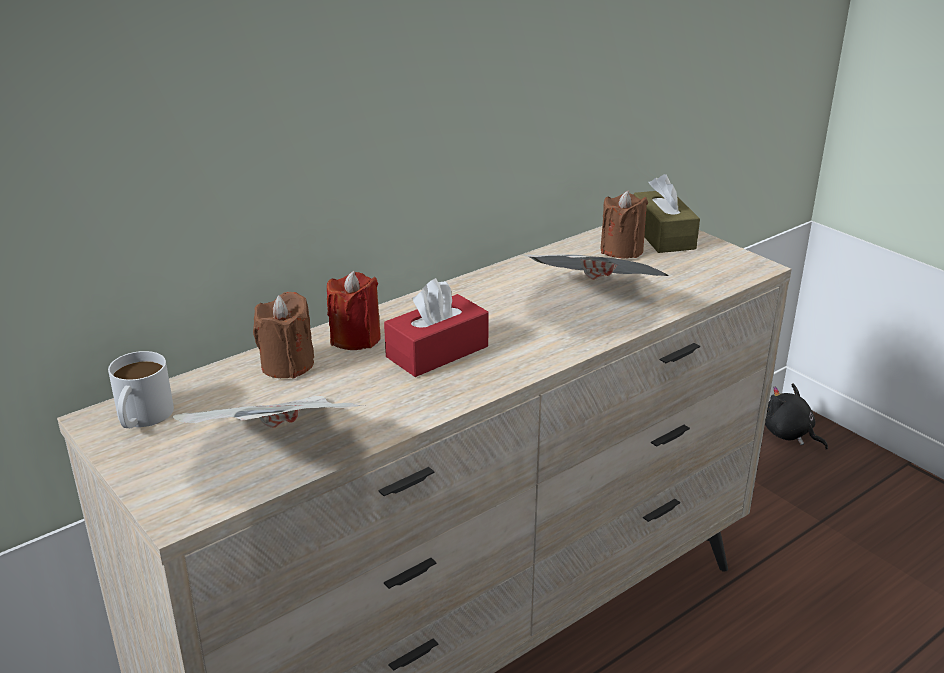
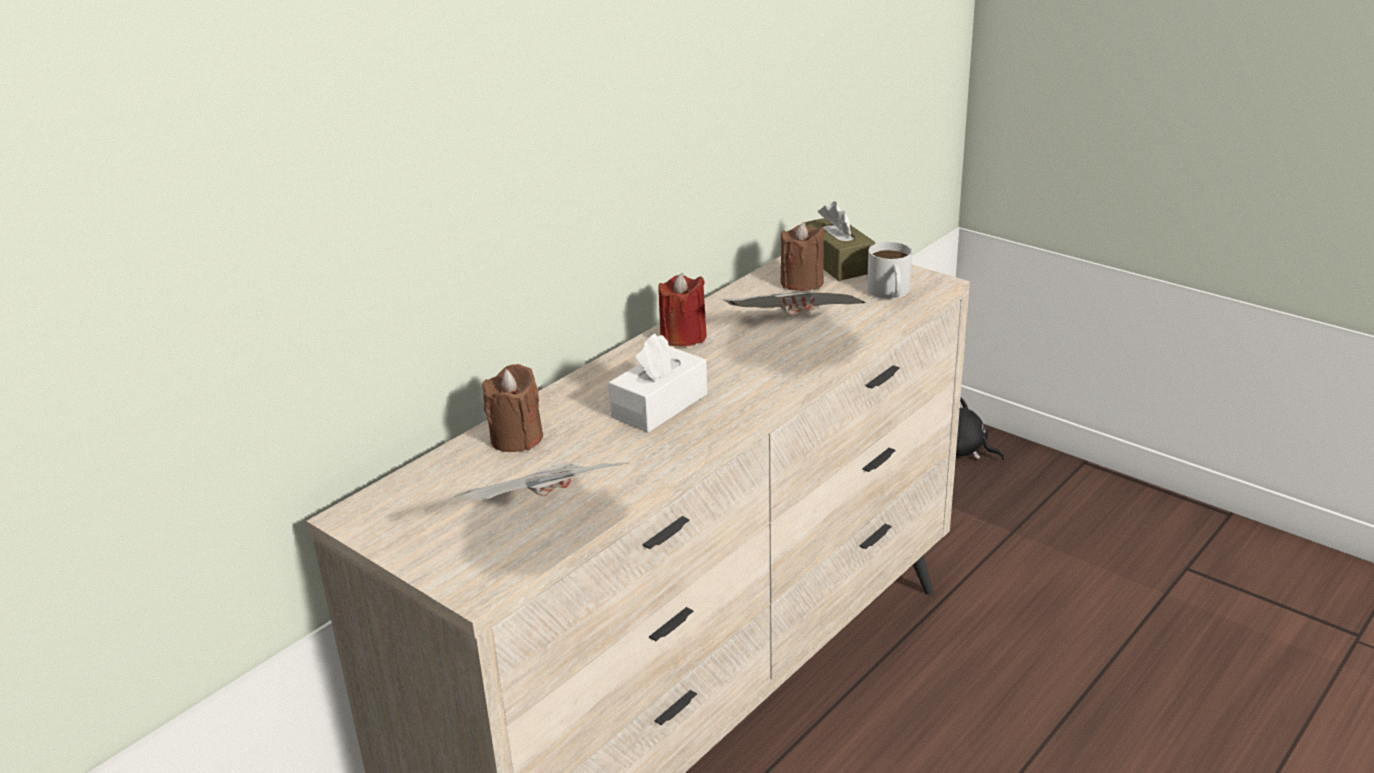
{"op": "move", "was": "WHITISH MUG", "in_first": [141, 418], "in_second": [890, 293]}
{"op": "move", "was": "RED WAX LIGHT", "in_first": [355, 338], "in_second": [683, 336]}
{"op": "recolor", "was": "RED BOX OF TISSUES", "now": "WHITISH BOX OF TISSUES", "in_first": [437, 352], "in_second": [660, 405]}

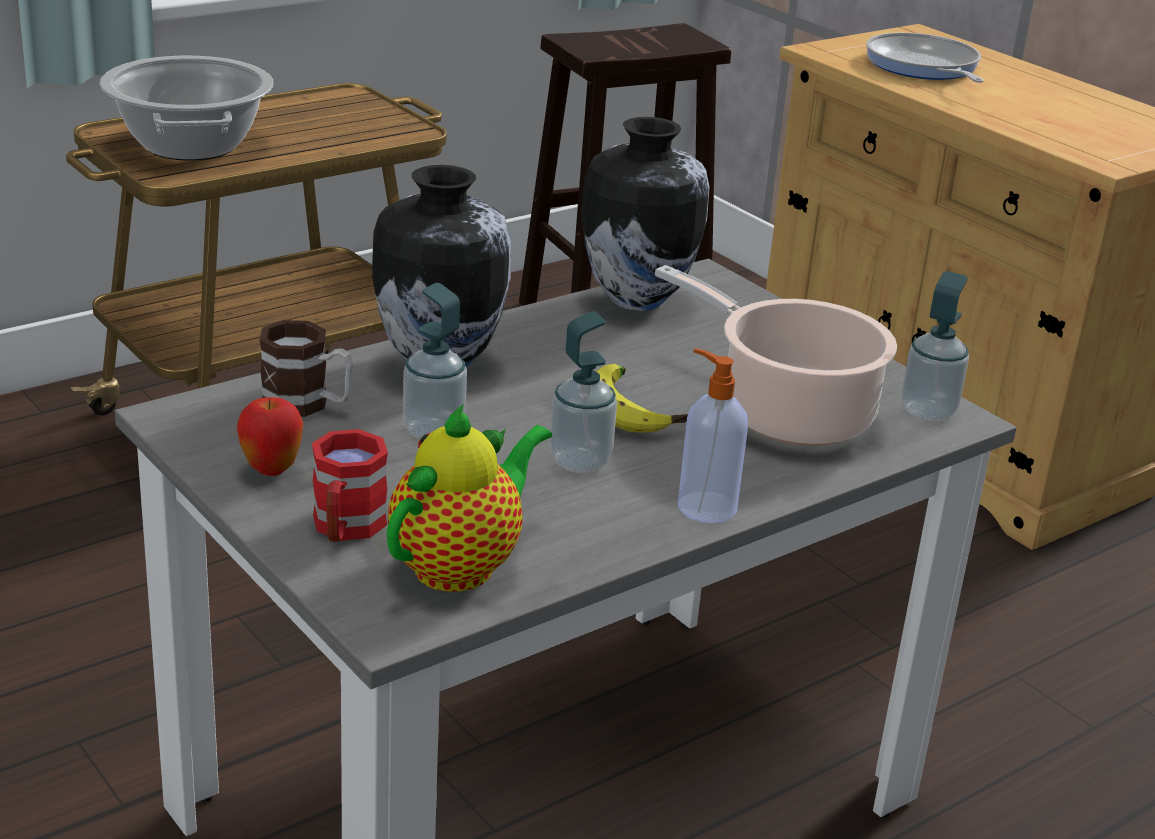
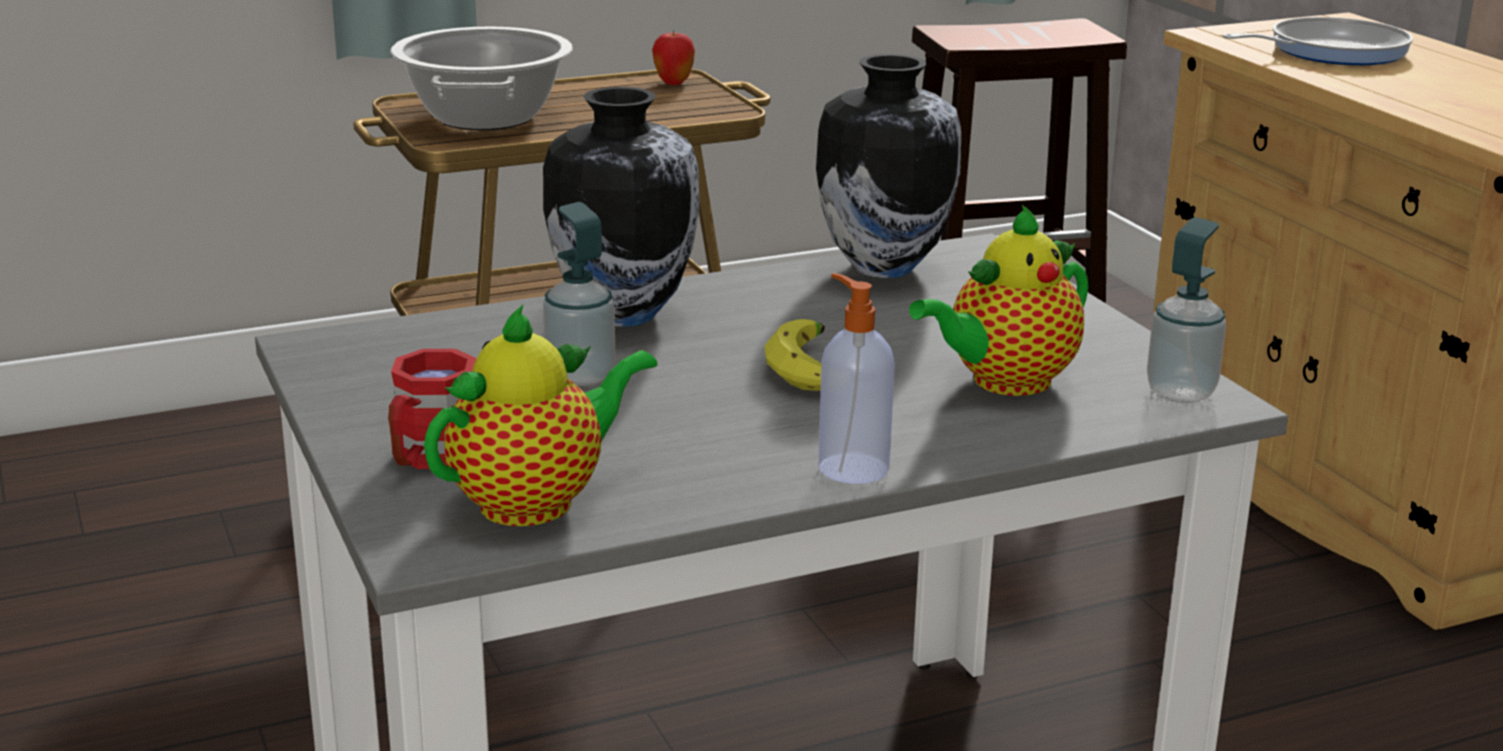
{"op": "delete", "was": "MUG", "in_first": [308, 404]}
{"op": "delete", "was": "SOAP DISPENSER", "in_first": [580, 462]}
{"op": "move", "was": "APPLE FRUIT", "in_first": [271, 469], "in_second": [673, 83]}
{"op": "replace", "was": "STOCKPOT", "now": "TEA POT", "in_first": [787, 411], "in_second": [1004, 382]}
{"op": "rotate", "was": "PAN", "in_first": [923, 67], "in_second": [1330, 51], "clockwise": 75}

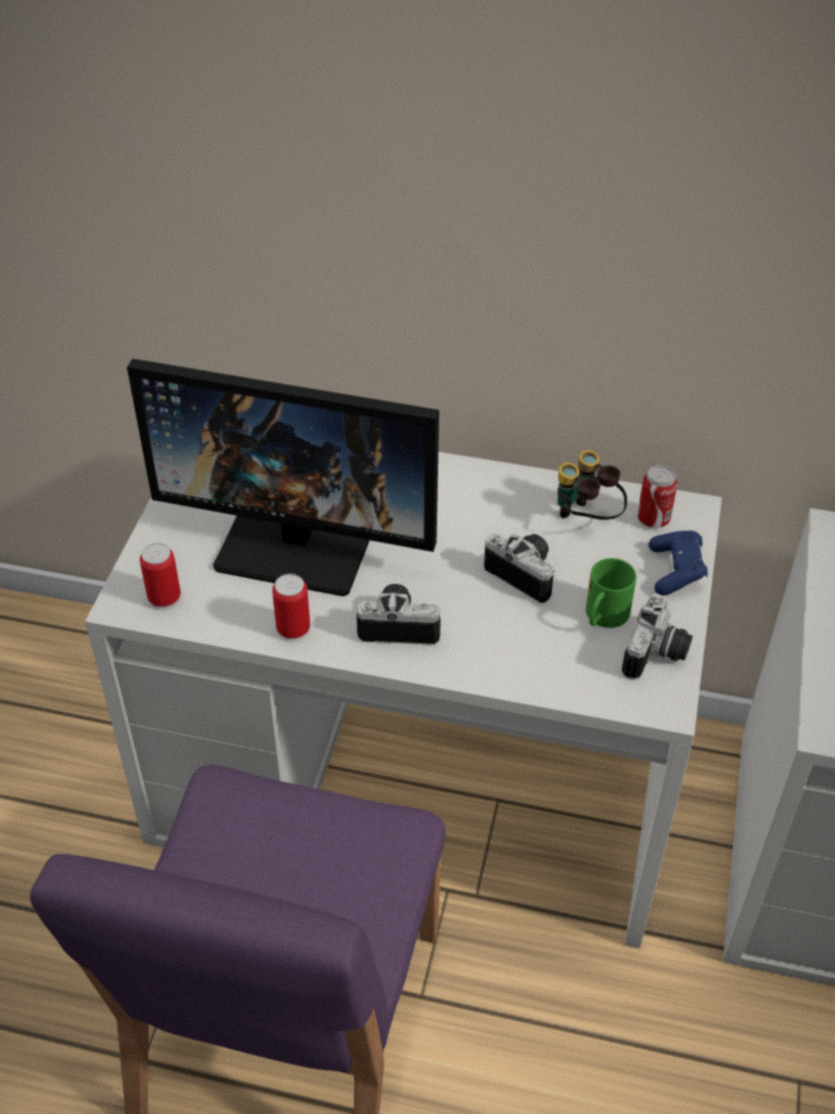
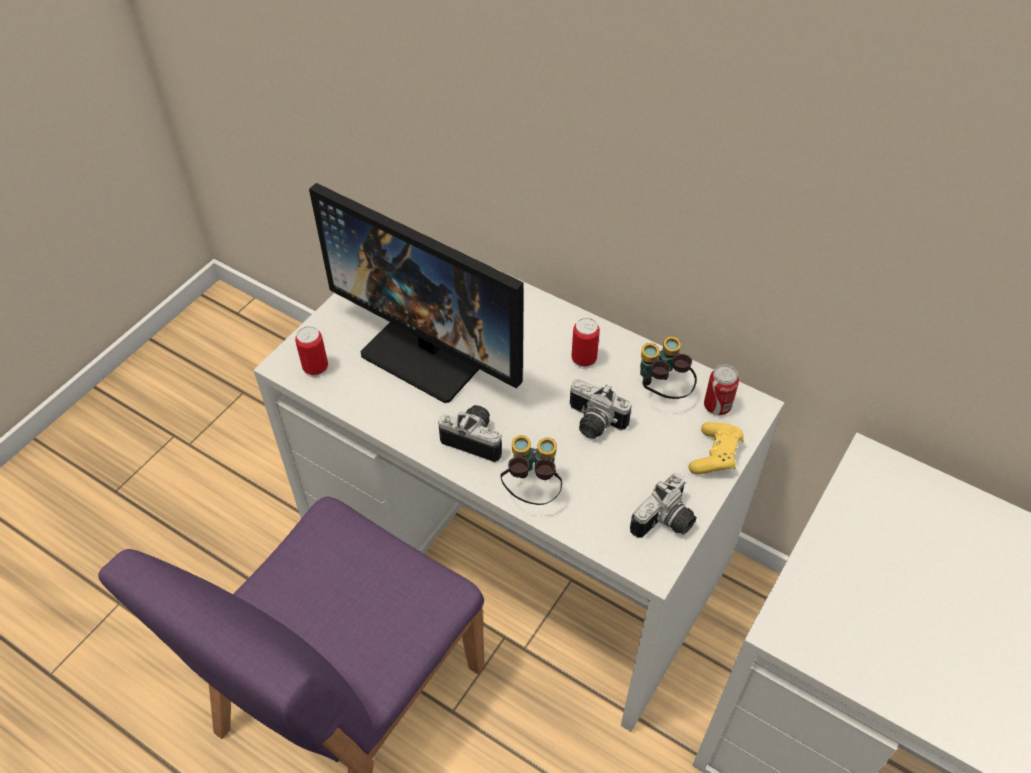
{"op": "delete", "was": "GREEN MUG", "in_first": [603, 617]}
{"op": "insert", "now": "PAIR OF BINOCULARS", "in_second": [531, 490]}
{"op": "move", "was": "CAN", "in_first": [293, 629], "in_second": [584, 359]}
{"op": "recolor", "was": "BLUE GAMEPAD", "now": "YELLOWISH GAMEPAD", "in_first": [676, 571], "in_second": [715, 456]}
{"op": "rotate", "was": "PHOTO CAMERA", "in_first": [526, 573], "in_second": [593, 423], "clockwise": 150}

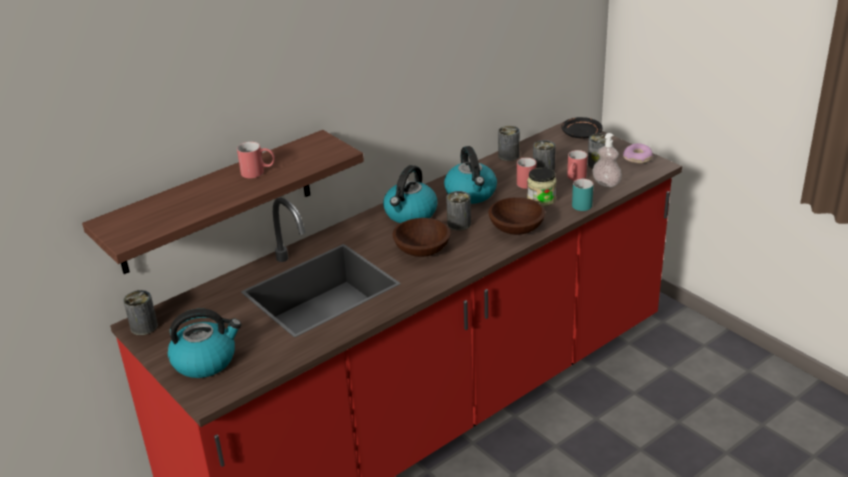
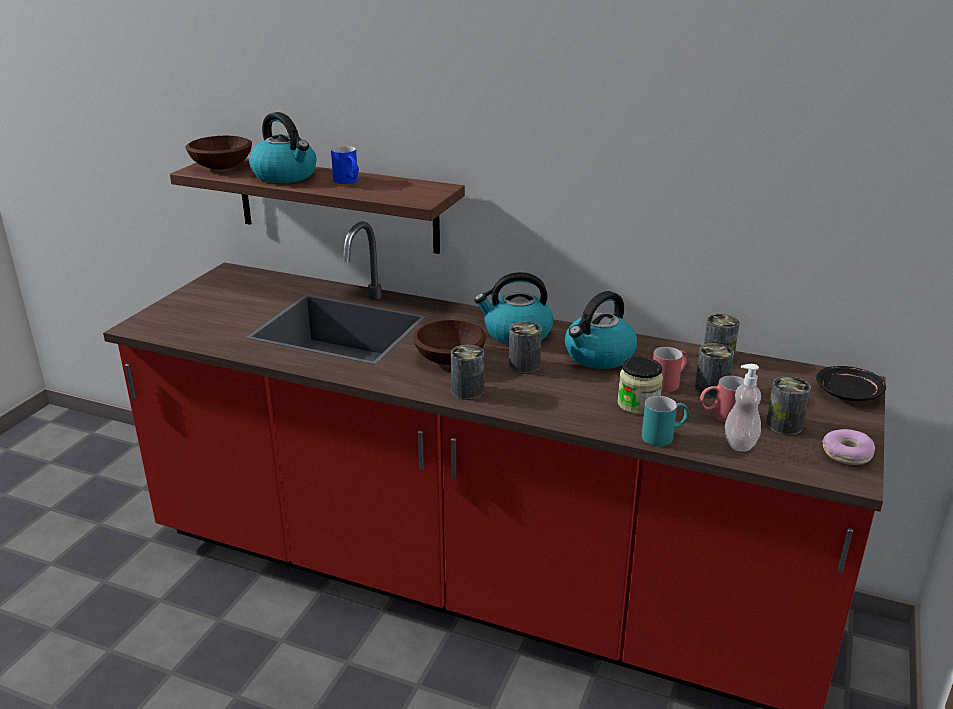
{"op": "move", "was": "CAN", "in_first": [144, 326], "in_second": [467, 391]}
{"op": "move", "was": "KETTLE", "in_first": [205, 360], "in_second": [286, 176]}
{"op": "move", "was": "BROWNISH SERVING BOWL", "in_first": [516, 228], "in_second": [223, 166]}
{"op": "recolor", "was": "RED MUG", "now": "BLUE MUG", "in_first": [258, 172], "in_second": [348, 182]}

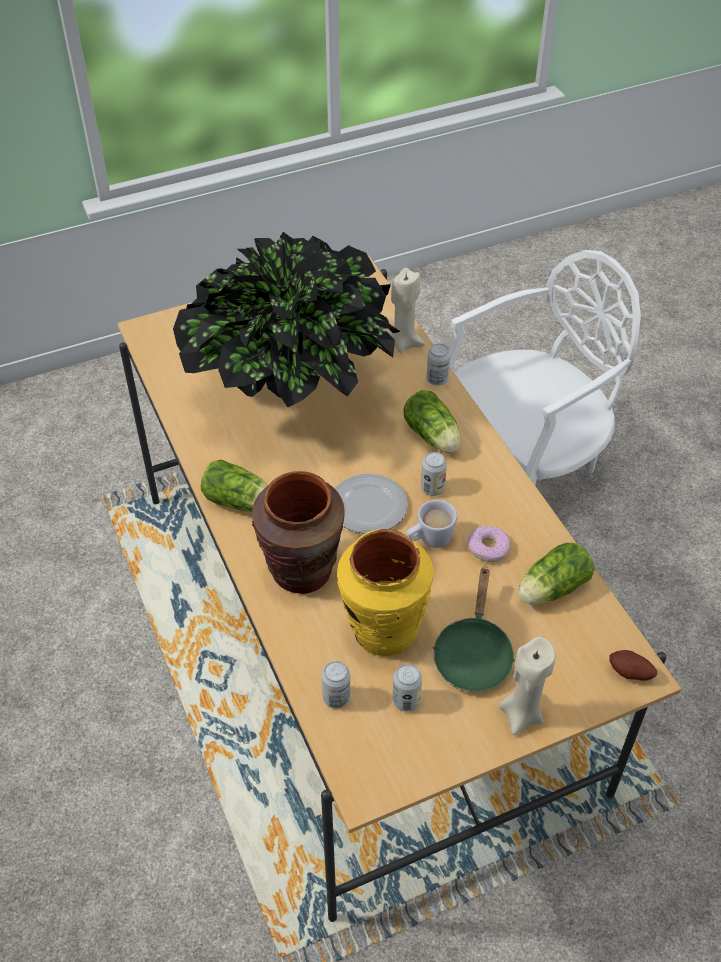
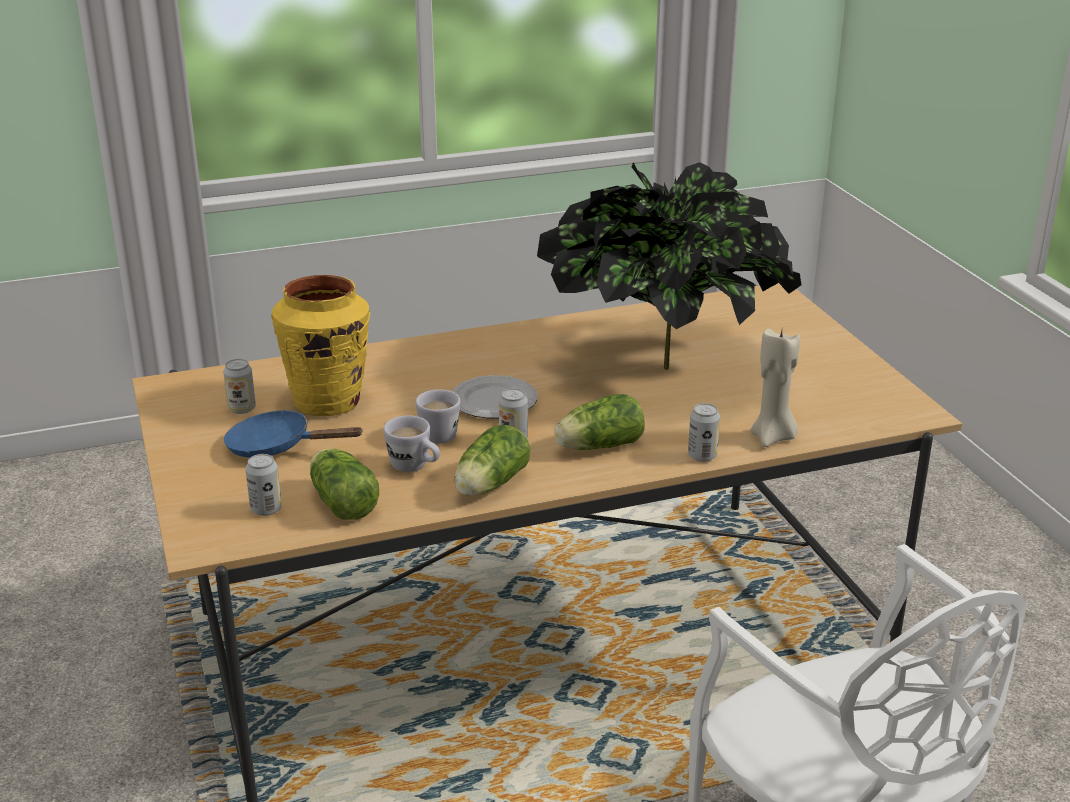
{"op": "delete", "was": "BROWNISH FLOWER VASE", "in_first": [302, 571]}
{"op": "delete", "was": "SAND-COLOURED WAX LIGHT", "in_first": [521, 713]}
{"op": "delete", "was": "POTATO", "in_first": [630, 674]}
{"op": "move", "was": "HEAD OF LETTUCE", "in_first": [240, 502], "in_second": [489, 485]}
{"op": "move", "was": "CAN", "in_first": [336, 698], "in_second": [266, 509]}
{"op": "replace", "was": "DONUT", "now": "WHITISH MUG", "in_first": [488, 548], "in_second": [415, 467]}
{"op": "recolor", "was": "GREEN PAN", "now": "BLUE PAN", "in_first": [473, 654], "in_second": [277, 447]}

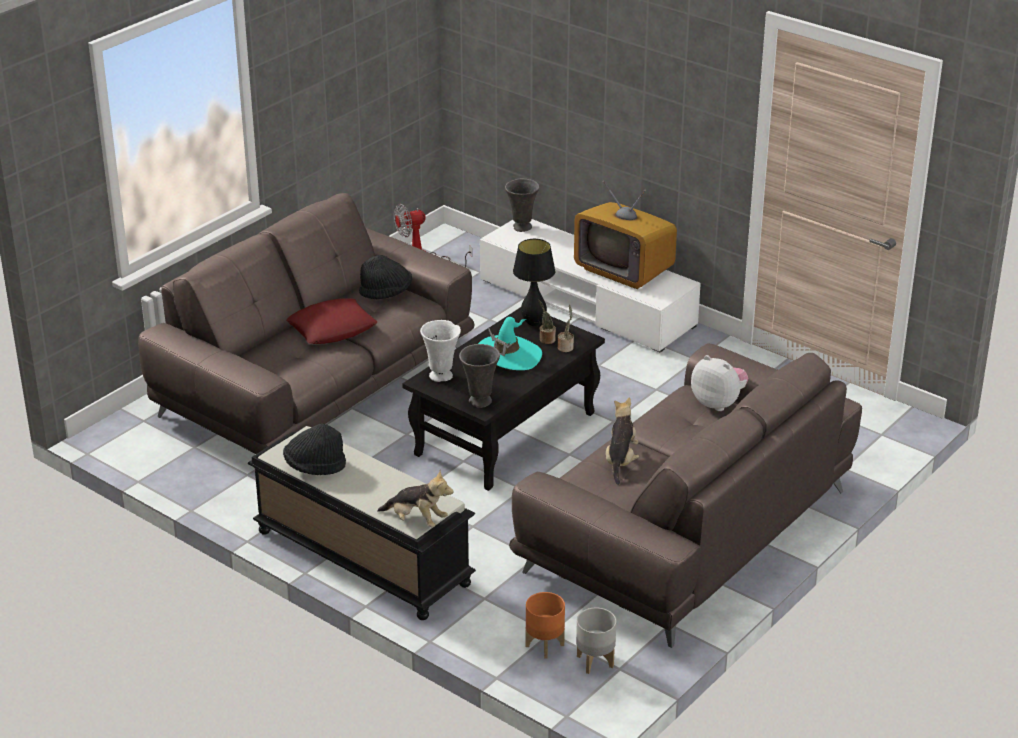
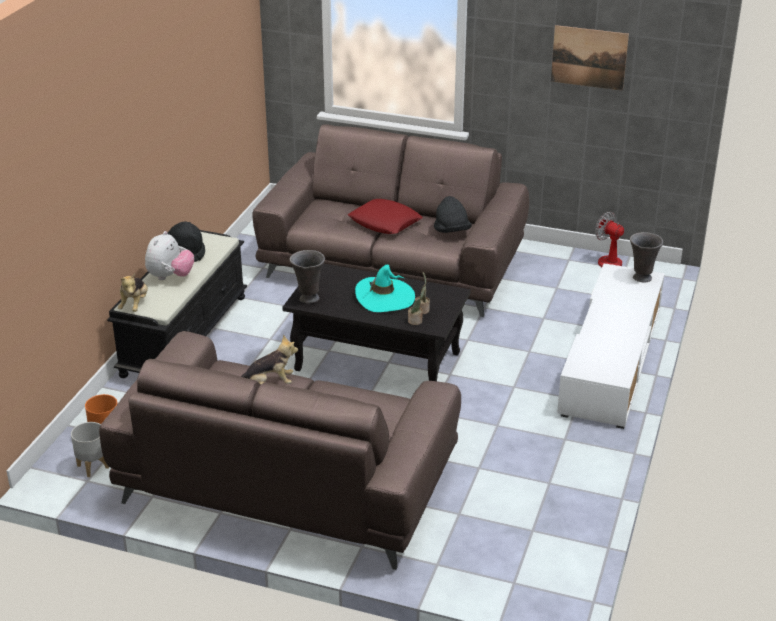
{"op": "delete", "was": "WHITISH FLOWER VASE", "in_first": [441, 376]}
{"op": "delete", "was": "BLACK TABLETOP LAMP", "in_first": [533, 323]}
{"op": "delete", "was": "TV SET", "in_first": [624, 270]}
{"op": "insert", "now": "PICTURE", "in_second": [589, 57]}
{"op": "move", "was": "CUDDLY TOY", "in_first": [718, 403], "in_second": [170, 277]}

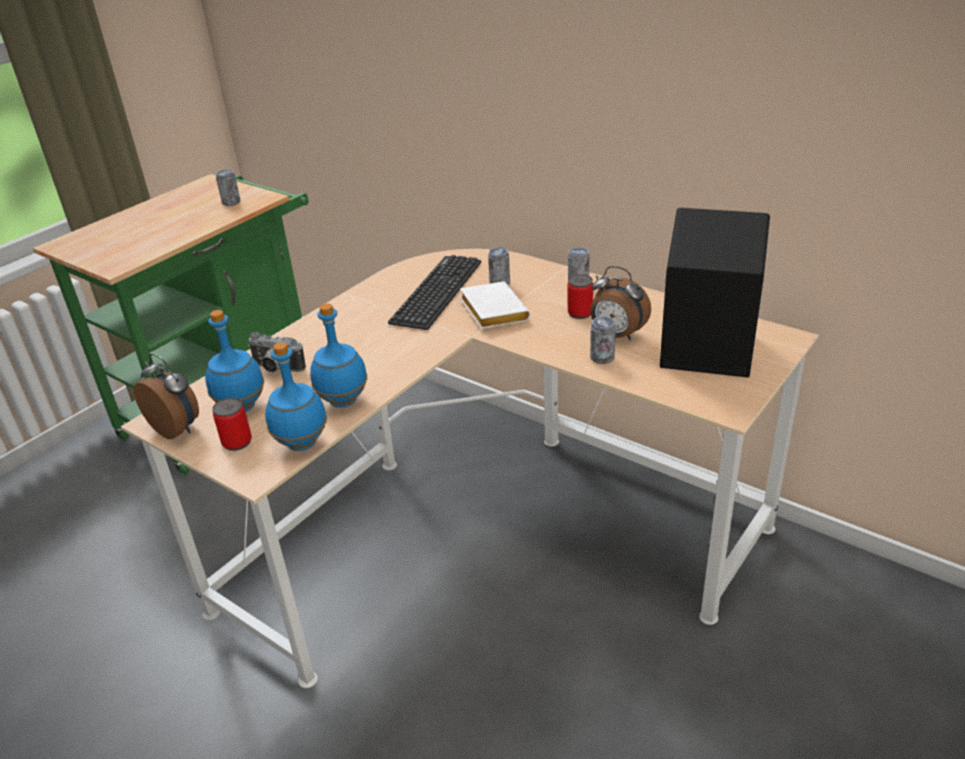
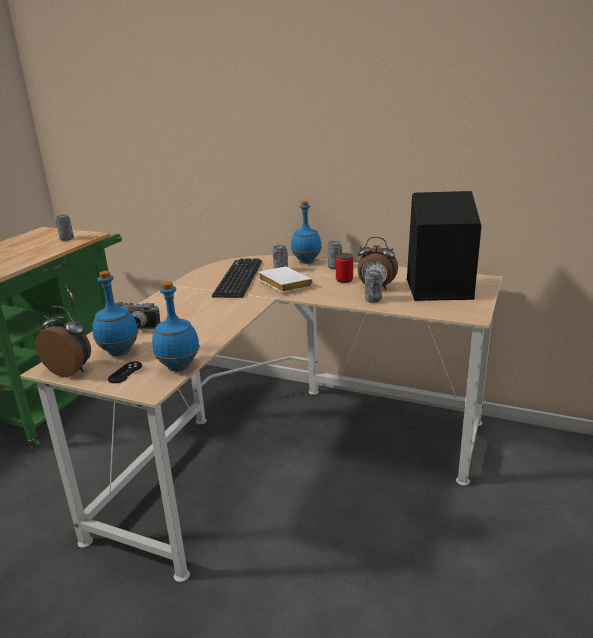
{"op": "move", "was": "BLUE BEVERAGE BOTTLE", "in_first": [343, 400], "in_second": [306, 261]}
{"op": "replace", "was": "CAN", "now": "BLACK GAMEPAD", "in_first": [237, 442], "in_second": [125, 372]}

